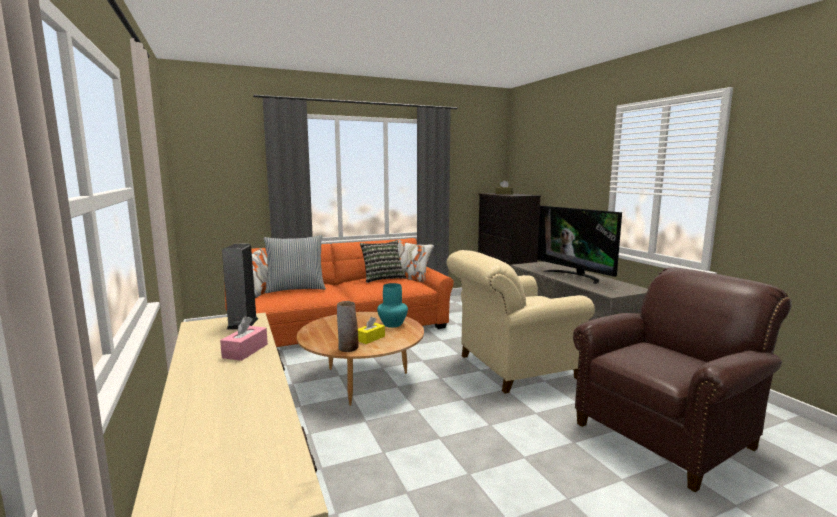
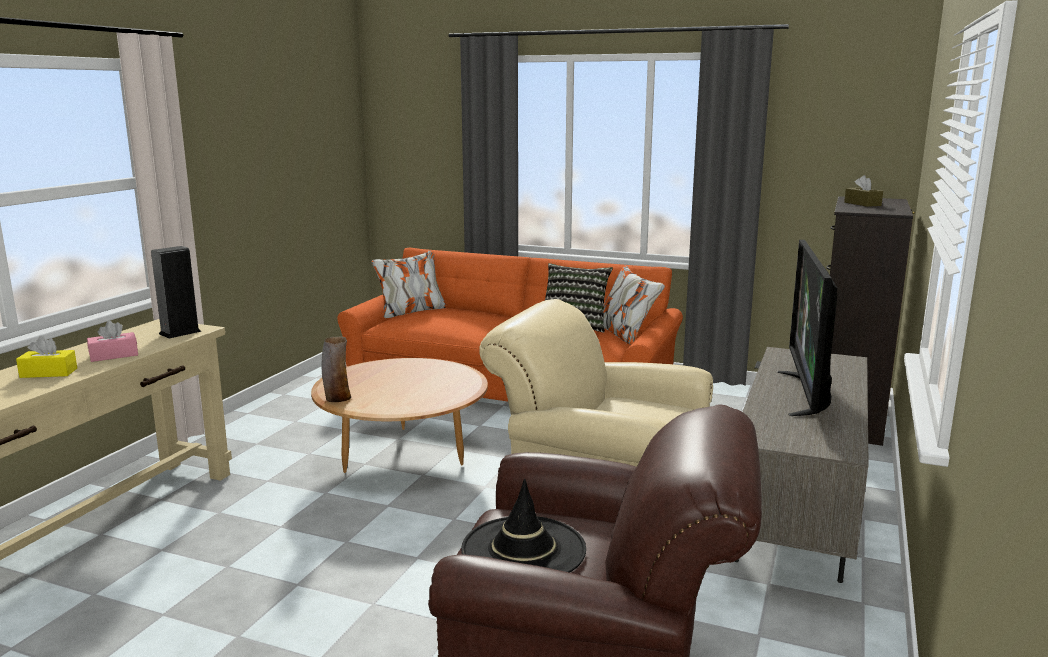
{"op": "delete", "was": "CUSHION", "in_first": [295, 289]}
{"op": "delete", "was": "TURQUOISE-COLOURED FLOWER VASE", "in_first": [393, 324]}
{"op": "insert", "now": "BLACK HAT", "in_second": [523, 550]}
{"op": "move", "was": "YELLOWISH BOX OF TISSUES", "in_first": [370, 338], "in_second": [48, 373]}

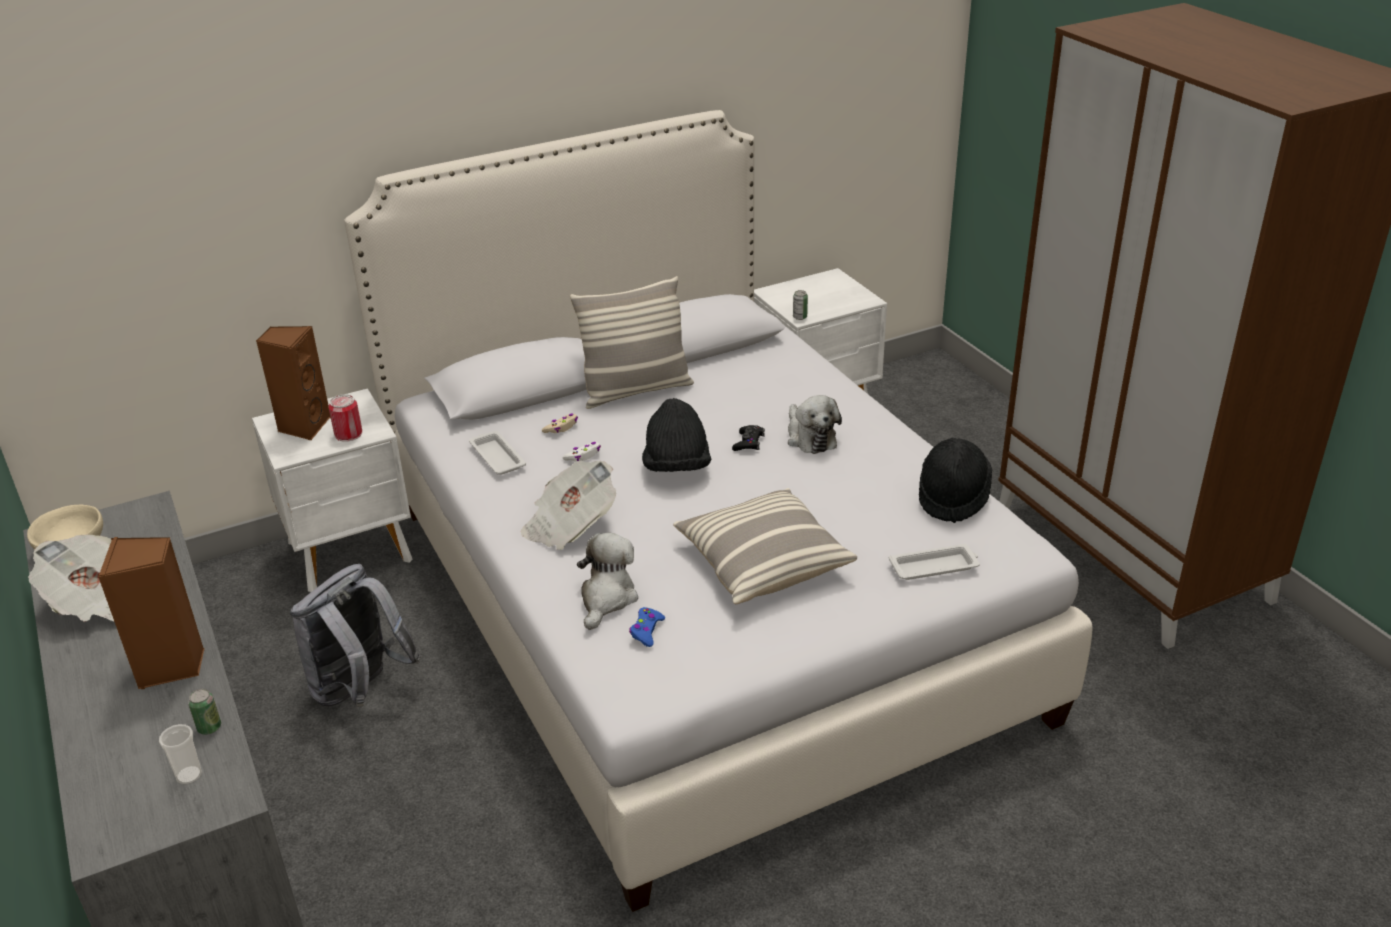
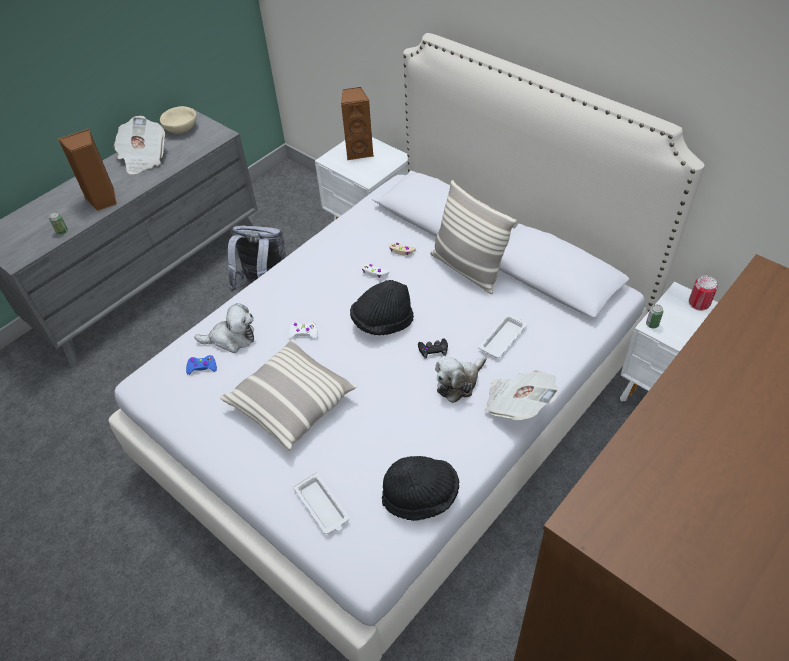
{"op": "delete", "was": "SMALL CUP", "in_first": [189, 775]}
{"op": "insert", "now": "WHITISH GAMEPAD", "in_second": [303, 333]}
{"op": "move", "was": "CAN", "in_first": [348, 434], "in_second": [699, 303]}
{"op": "move", "was": "WHITISH SERVING TRAY", "in_first": [497, 456], "in_second": [503, 338]}
{"op": "move", "was": "PRINTED PAPER", "in_first": [569, 526], "in_second": [517, 404]}

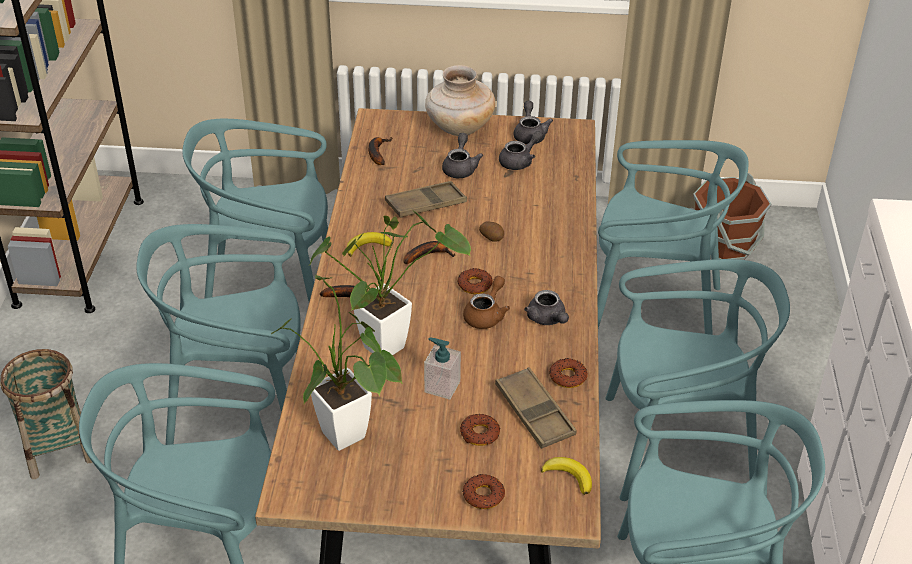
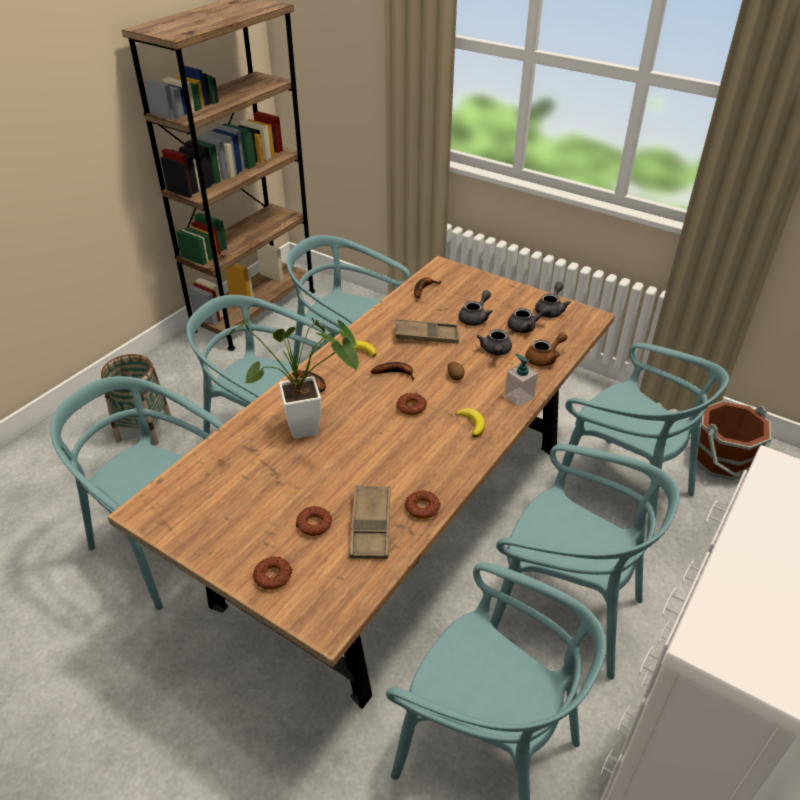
{"op": "delete", "was": "PLANT IN A POT", "in_first": [348, 442]}
{"op": "delete", "was": "SAND-COLOURED FLOWER VASE", "in_first": [459, 128]}
{"op": "move", "was": "SOAP DISPENSER", "in_first": [442, 386], "in_second": [519, 396]}
{"op": "move", "was": "BROWNISH TEA POT", "in_first": [486, 315], "in_second": [544, 358]}
{"op": "move", "was": "GREY TEA POT", "in_first": [547, 319], "in_second": [495, 351]}
{"op": "move", "was": "BANANA FRUIT", "in_first": [569, 476], "in_second": [472, 424]}

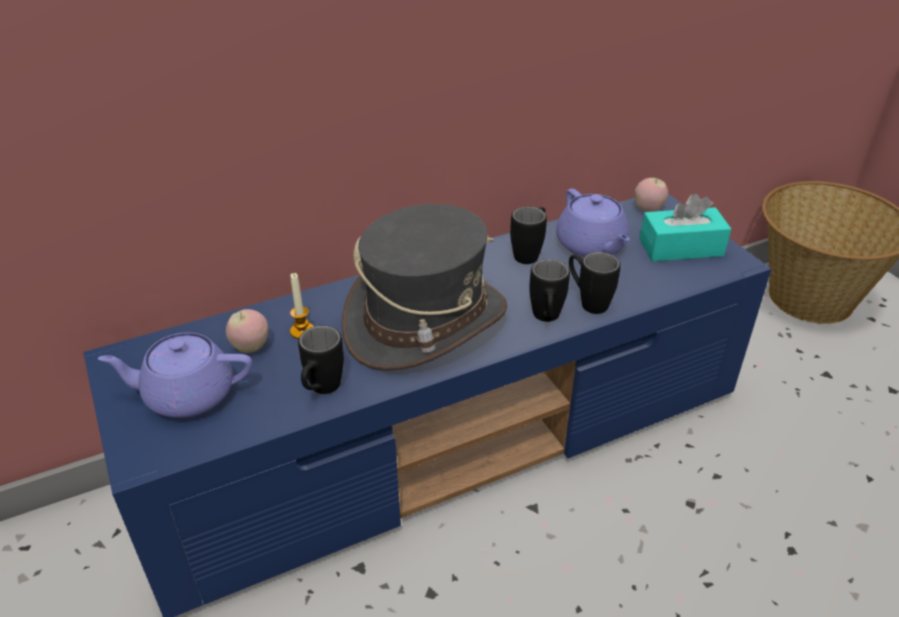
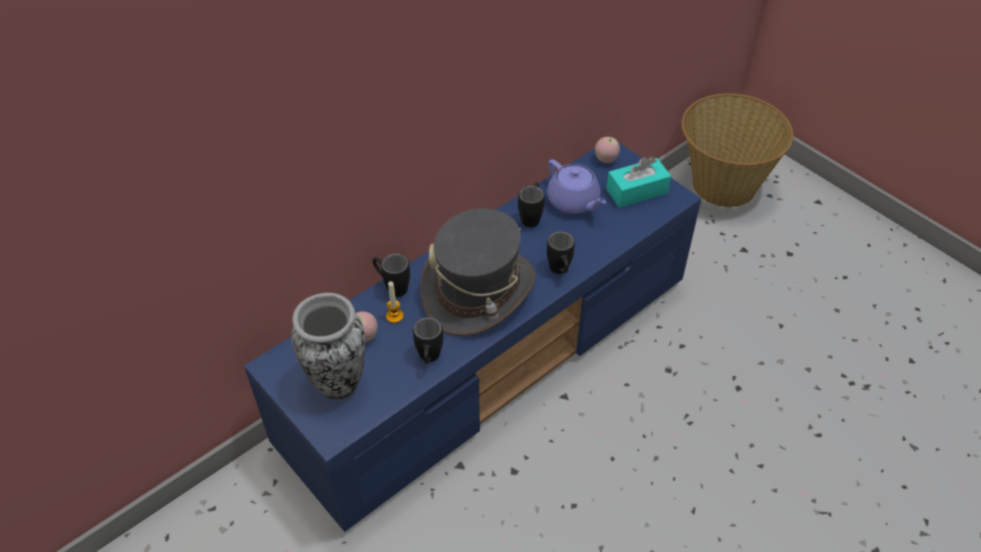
{"op": "move", "was": "BLACK MUG", "in_first": [587, 301], "in_second": [392, 287]}
{"op": "replace", "was": "PURPLE-COLOURED TEA POT", "now": "FLOWER VASE", "in_first": [187, 395], "in_second": [338, 382]}

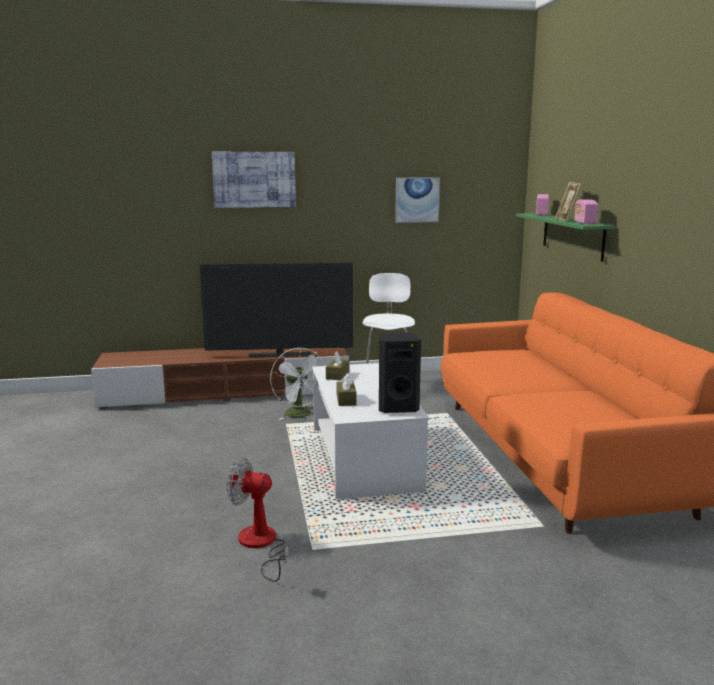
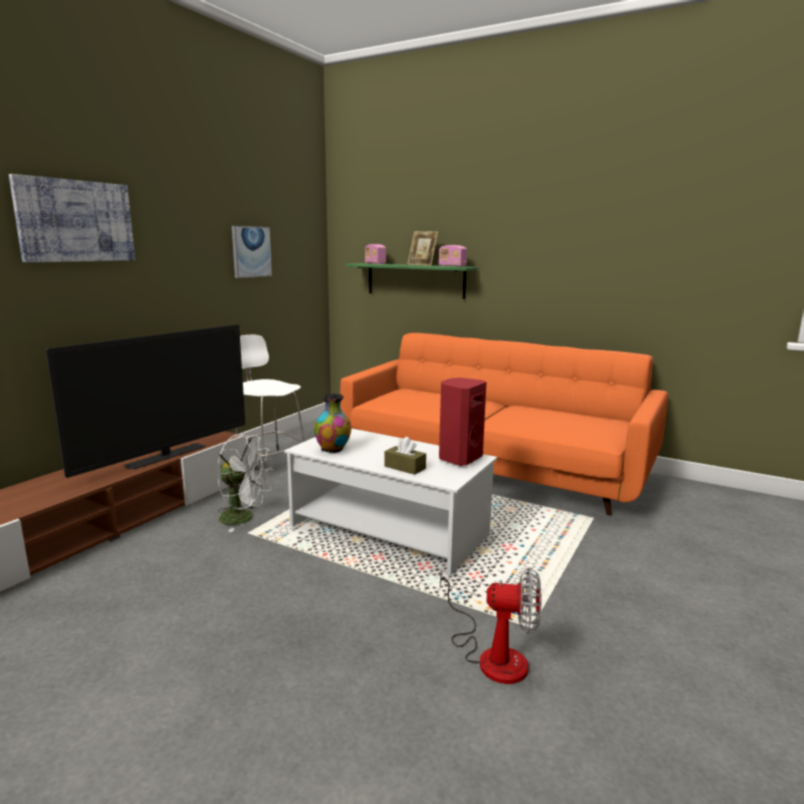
{"op": "replace", "was": "BROWNISH BOX OF TISSUES", "now": "FLOWER VASE", "in_first": [337, 375], "in_second": [333, 450]}
{"op": "recolor", "was": "BLACK LOUDSPEAKER", "now": "RED LOUDSPEAKER", "in_first": [397, 408], "in_second": [459, 458]}
{"op": "rotate", "was": "ELECTRIC FAN", "in_first": [261, 545], "in_second": [492, 654], "clockwise": -135}

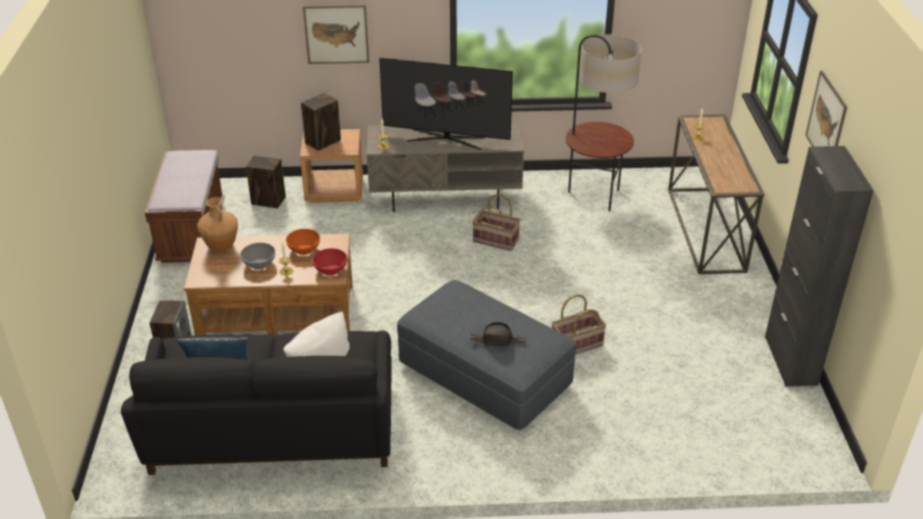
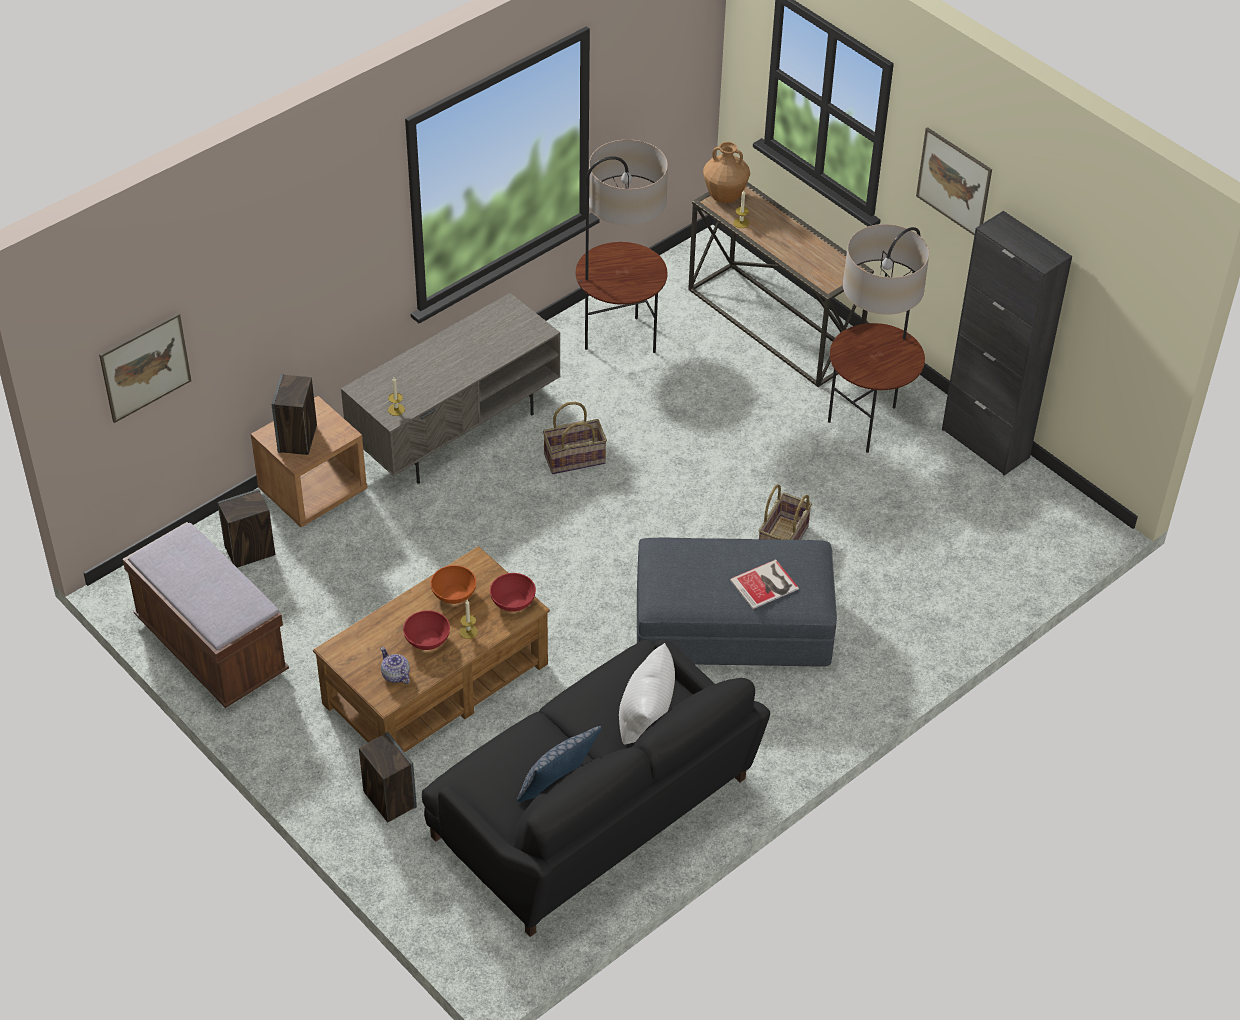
{"op": "delete", "was": "TV SET", "in_first": [446, 139]}
{"op": "insert", "now": "TEA POT", "in_second": [395, 675]}
{"op": "insert", "now": "STANDARD LAMP", "in_second": [868, 424]}
{"op": "move", "was": "BROWNISH FLOWER VASE", "in_first": [221, 246], "in_second": [725, 197]}
{"op": "move", "was": "PICTURE", "in_first": [336, 34], "in_second": [145, 367]}
{"op": "replace", "was": "BLACK HAT", "now": "BOUND BOOK", "in_first": [497, 341], "in_second": [766, 585]}
{"op": "recolor", "was": "GREY SERVING BOWL", "now": "RED SERVING BOWL", "in_first": [259, 263], "in_second": [427, 639]}

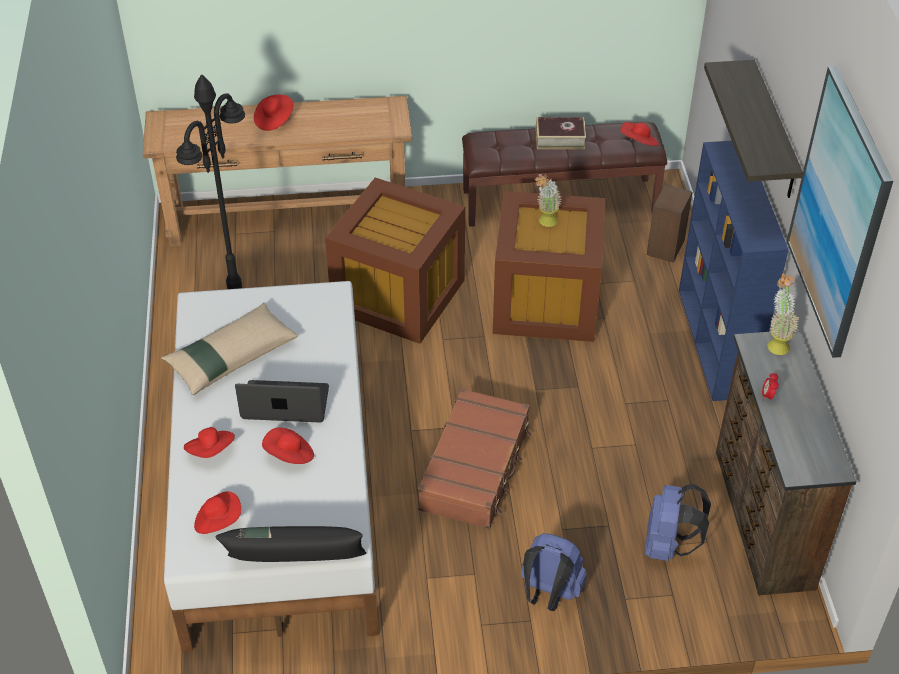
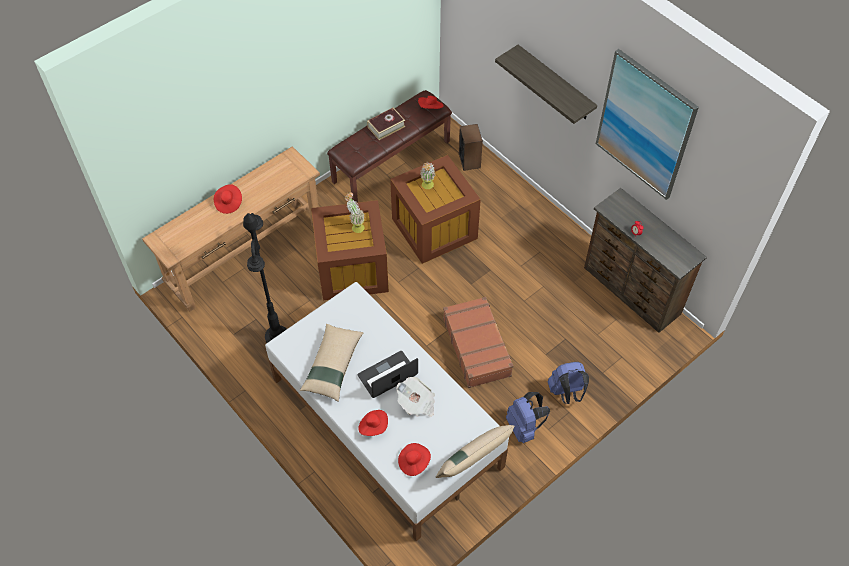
{"op": "delete", "was": "BLUE BOOKSHELF", "in_first": [715, 343]}
{"op": "move", "was": "BLUE KNAPSACK", "in_first": [668, 545], "in_second": [524, 427]}
{"op": "move", "was": "PLANT IN A POT", "in_first": [776, 342], "in_second": [355, 226]}
{"op": "replace", "was": "RED HAT", "now": "PRINTED PAPER", "in_first": [290, 455], "in_second": [417, 403]}
{"op": "recolor", "was": "BLACK CUSHION", "now": "SAND-COLOURED CUSHION", "in_first": [295, 564], "in_second": [473, 460]}

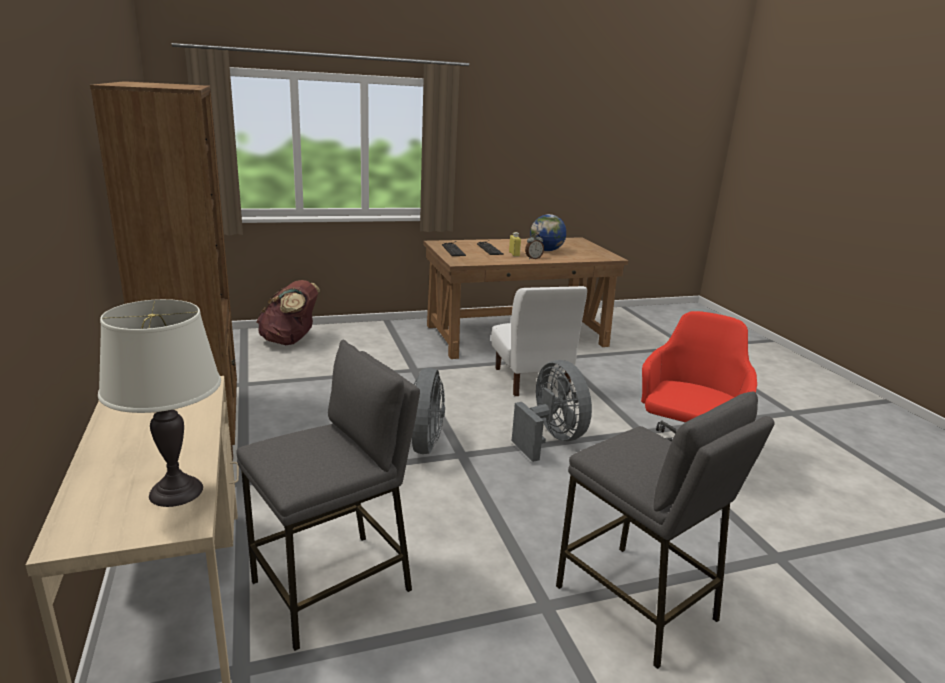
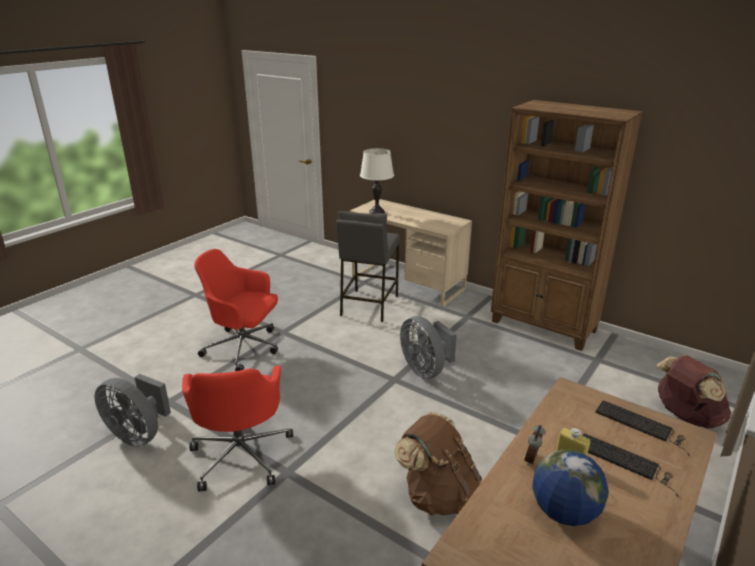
{"op": "move", "was": "GREY ELECTRIC FAN", "in_first": [550, 439], "in_second": [139, 434]}
{"op": "replace", "was": "WHITISH UPRIGHT CHAIR", "now": "BROWNISH KNAPSACK", "in_first": [531, 380], "in_second": [437, 494]}
{"op": "replace", "was": "GREY STOOL", "now": "RED OFFICE CHAIR", "in_first": [636, 603], "in_second": [244, 348]}

